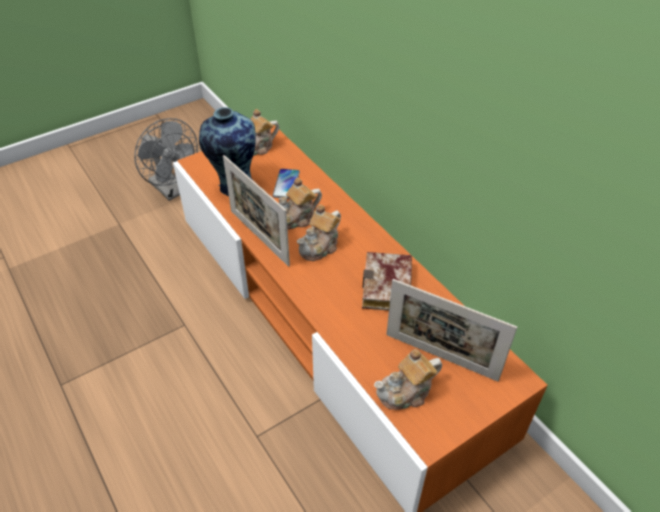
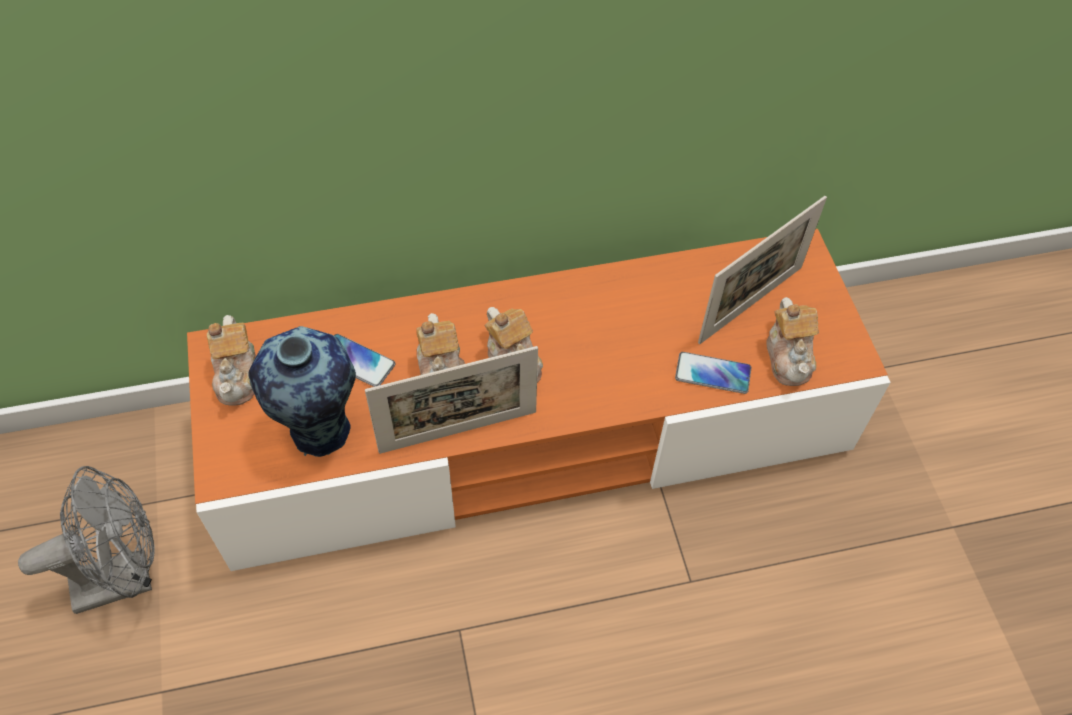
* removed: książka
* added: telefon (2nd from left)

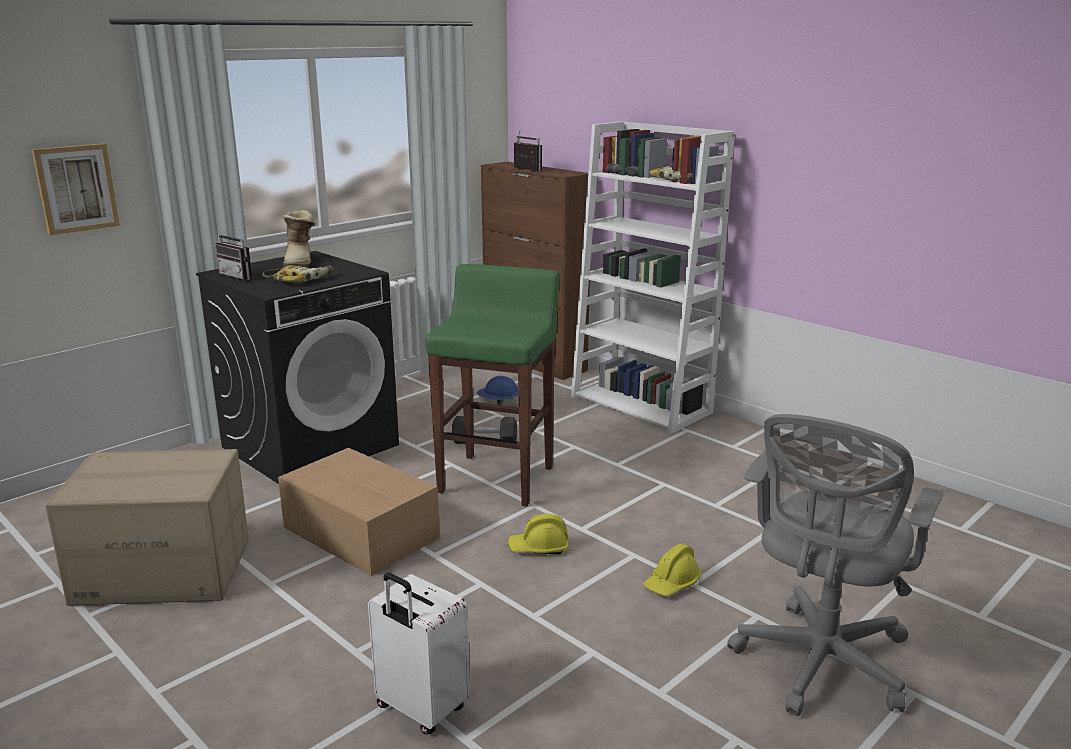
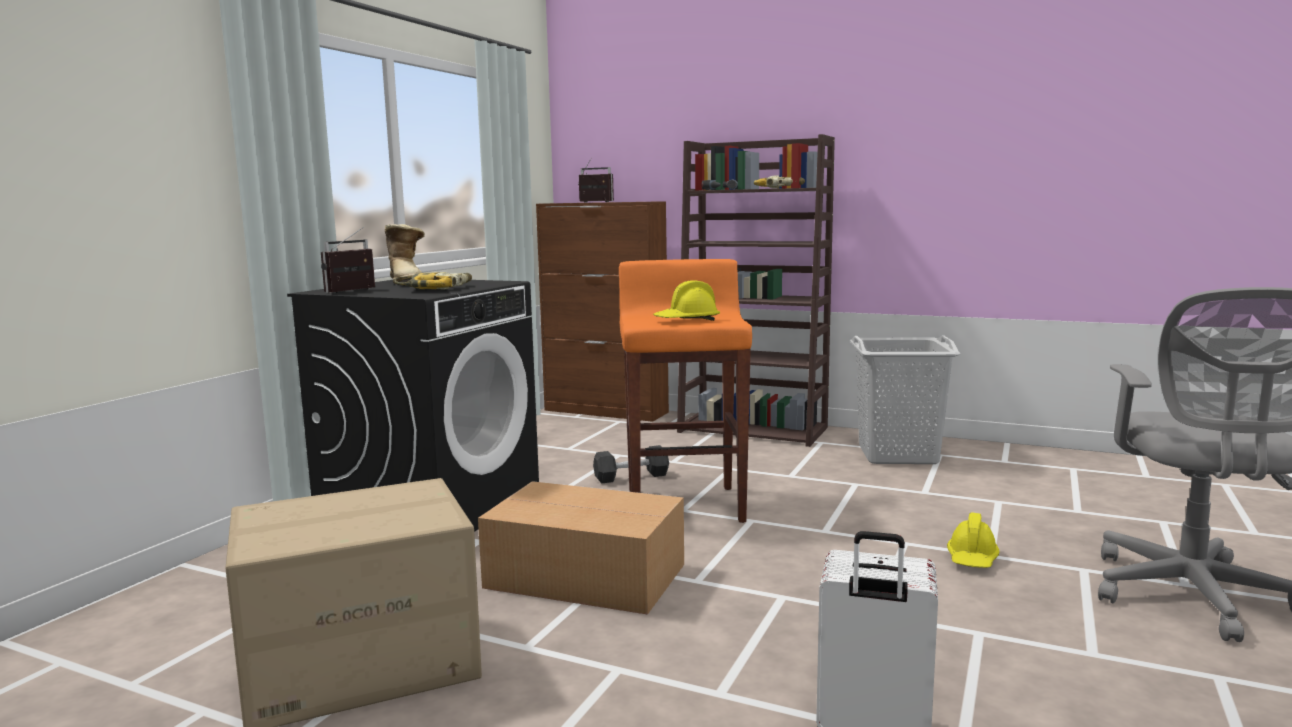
* removed: obraz
* removed: kask [niebieski]
* added: kosz na pranie [szary]
* moved: kask [żółty] (1st from left)
* recoloured: stołek [zielony] to stołek [pomarańczowy]
* recoloured: regał [biały] to regał [brązowy]
* turned: radio (1st from left) 105 degrees clockwise

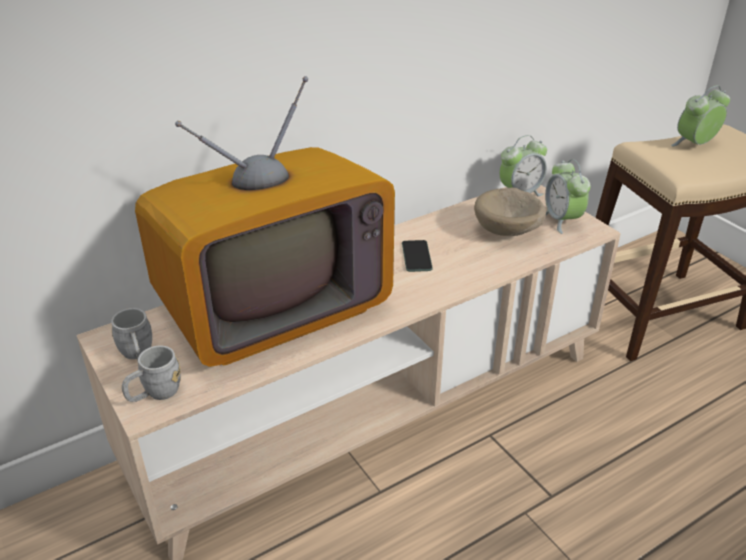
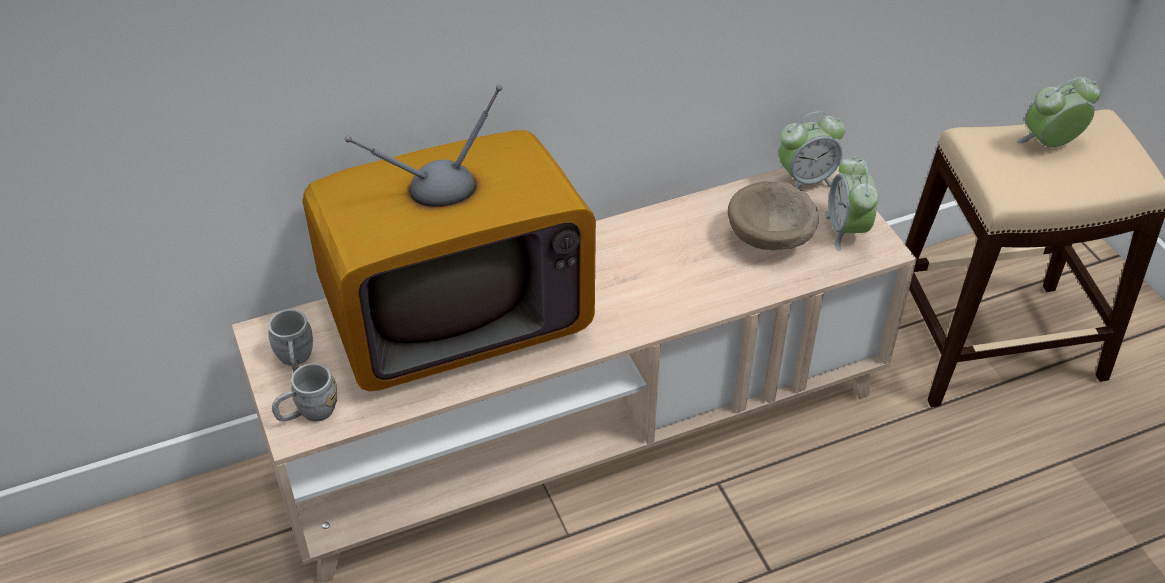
* removed: telefon

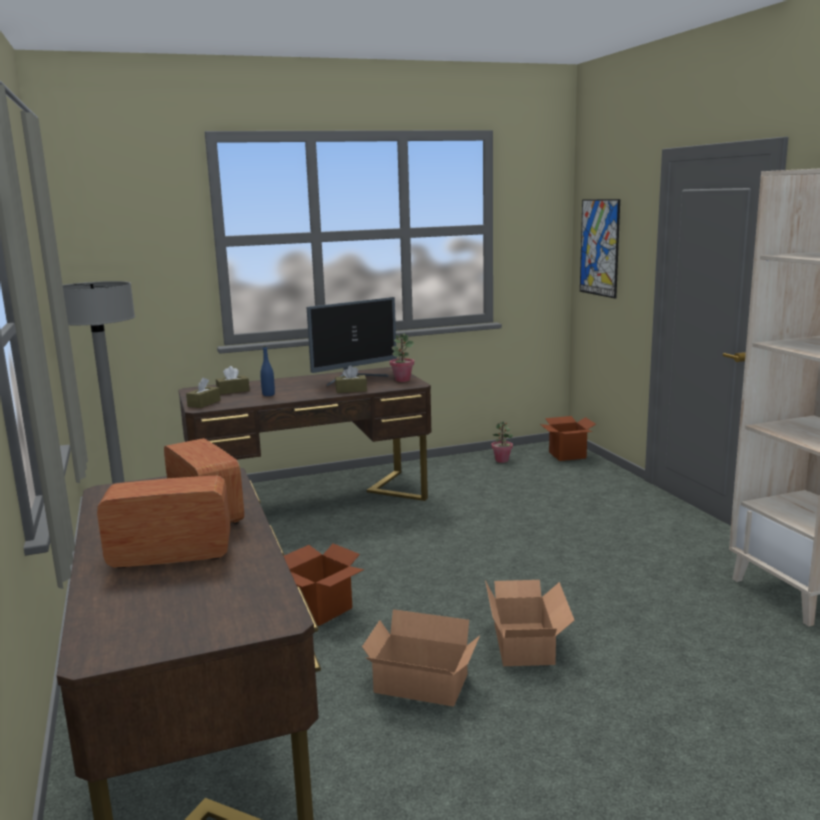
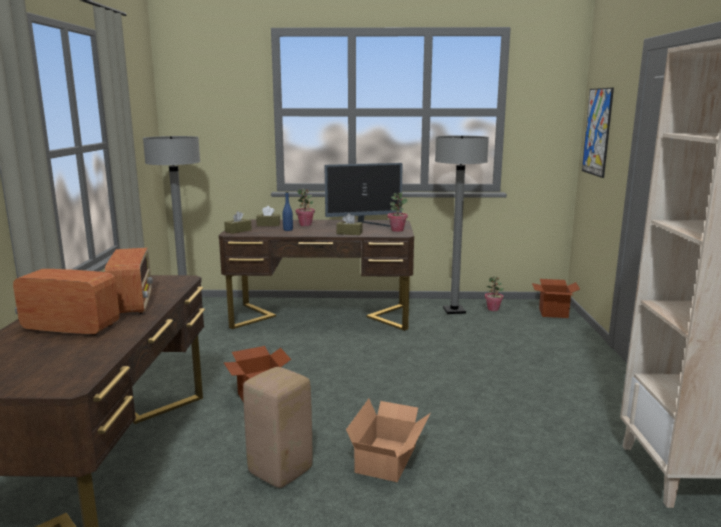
* added: roślina doniczkowa (1st from left)
* added: lampa stojąca [szary] (2nd from left)
* replaced: karton (2nd from left) to stołek [beżowy]

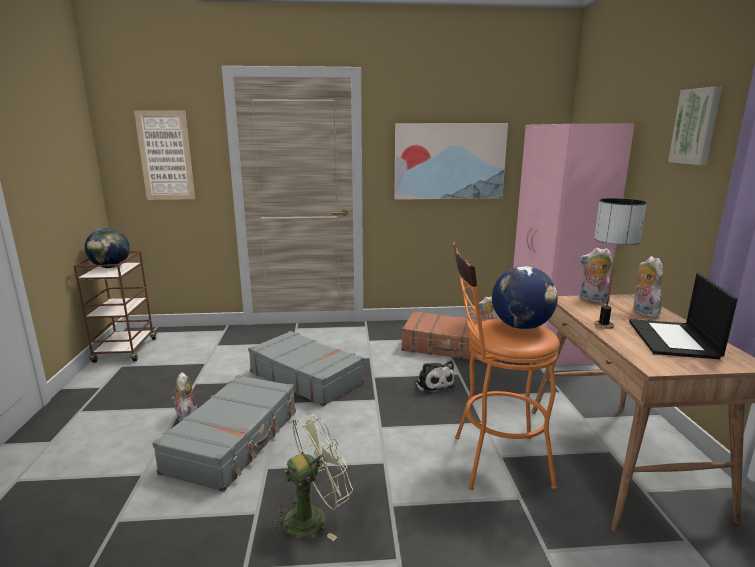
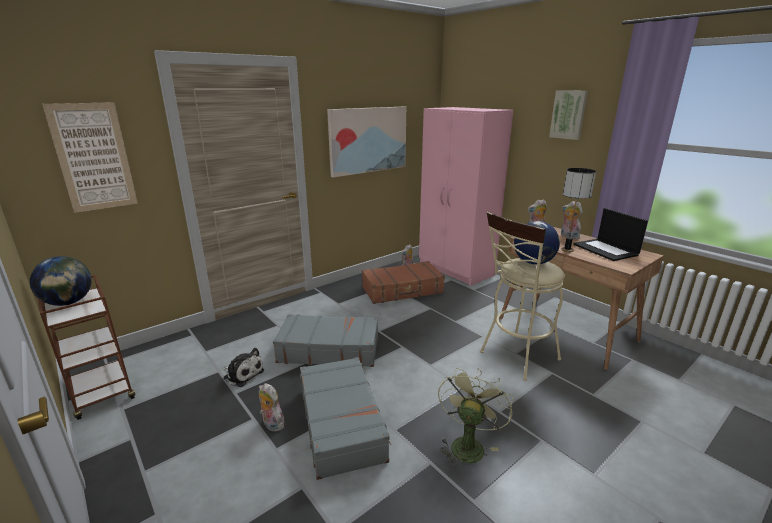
* moved: pluszak (2nd from left in the first image) to pluszak (1st from left)
* recoloured: stołek [pomarańczowy] to stołek [beżowy]

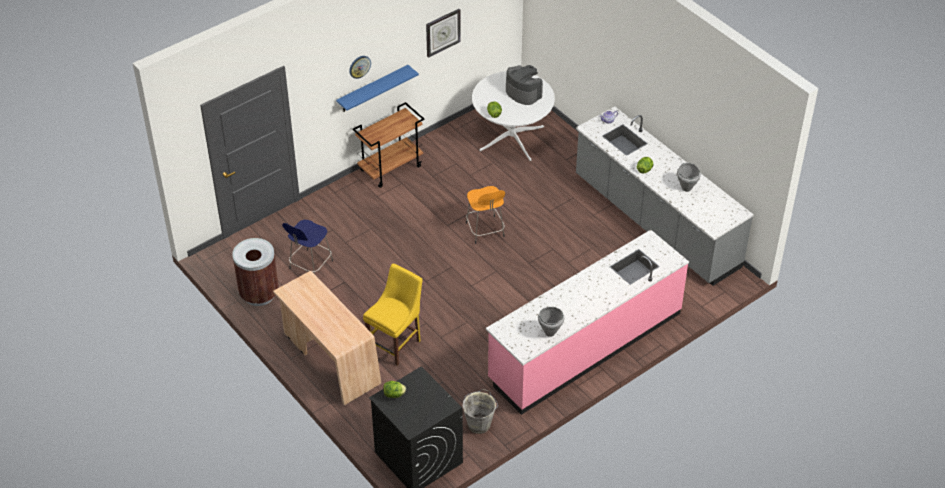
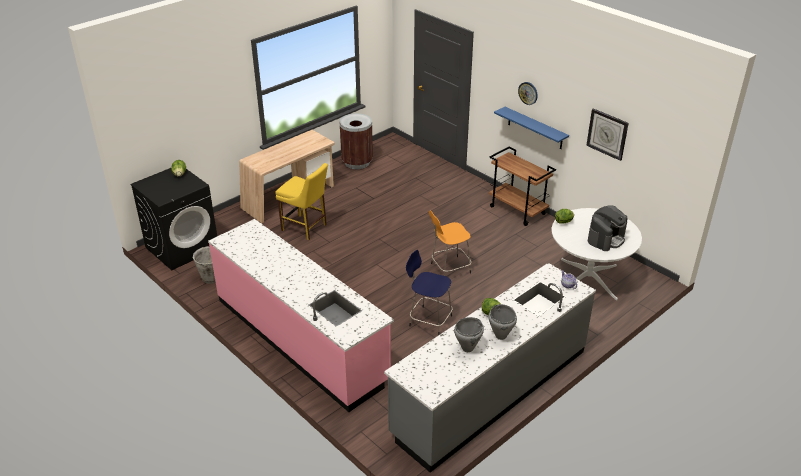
* moved: stołek [niebieski]
* moved: garnek [szary] (1st from left in the first image) to garnek [szary] (2nd from left)

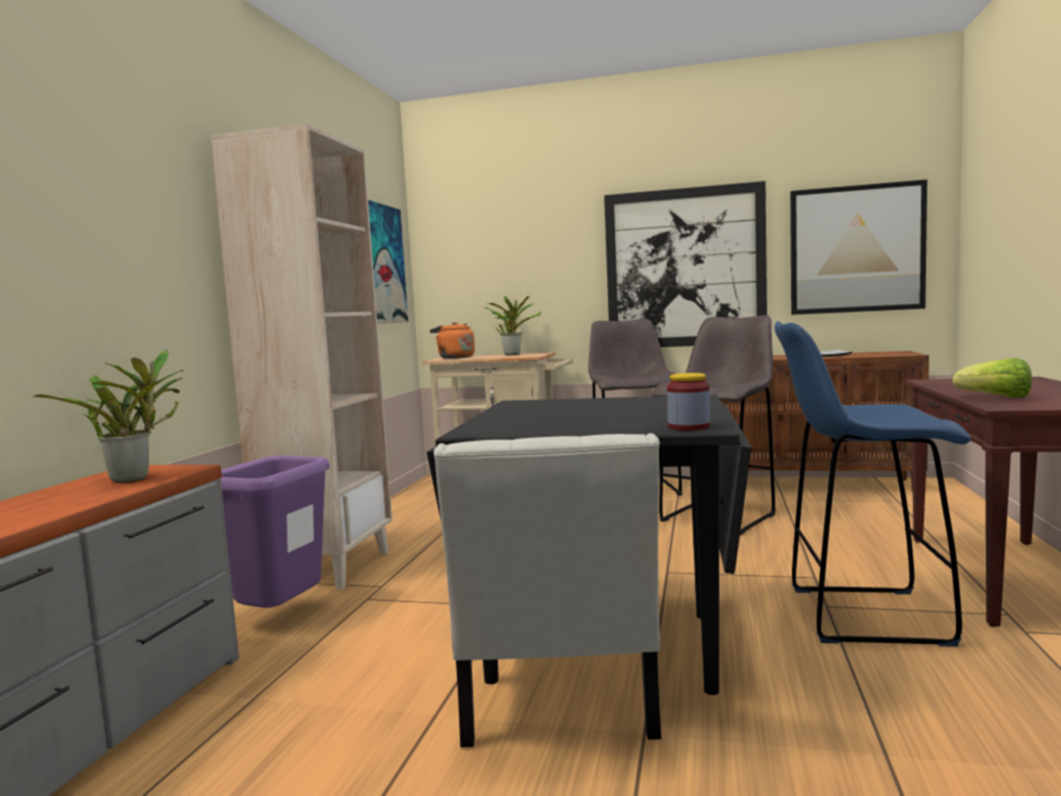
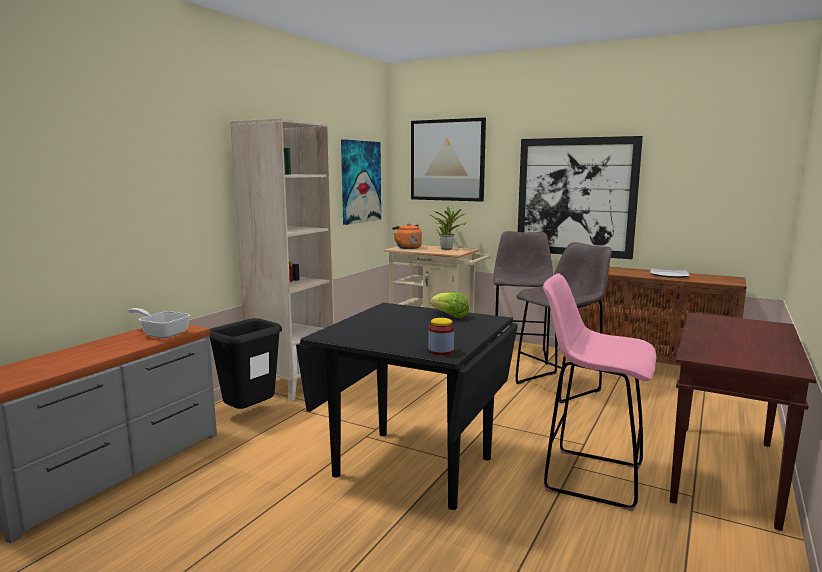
* removed: krzesło [biały]
* moved: obraz (3rd from left in the first image) to obraz (2nd from left)
* moved: sałata
* replaced: roślina doniczkowa (1st from left) to patelnia
* recoloured: kosz na śmieci [fioletowy] to kosz na śmieci [czarny]
* recoloured: stołek [niebieski] to stołek [różowy]

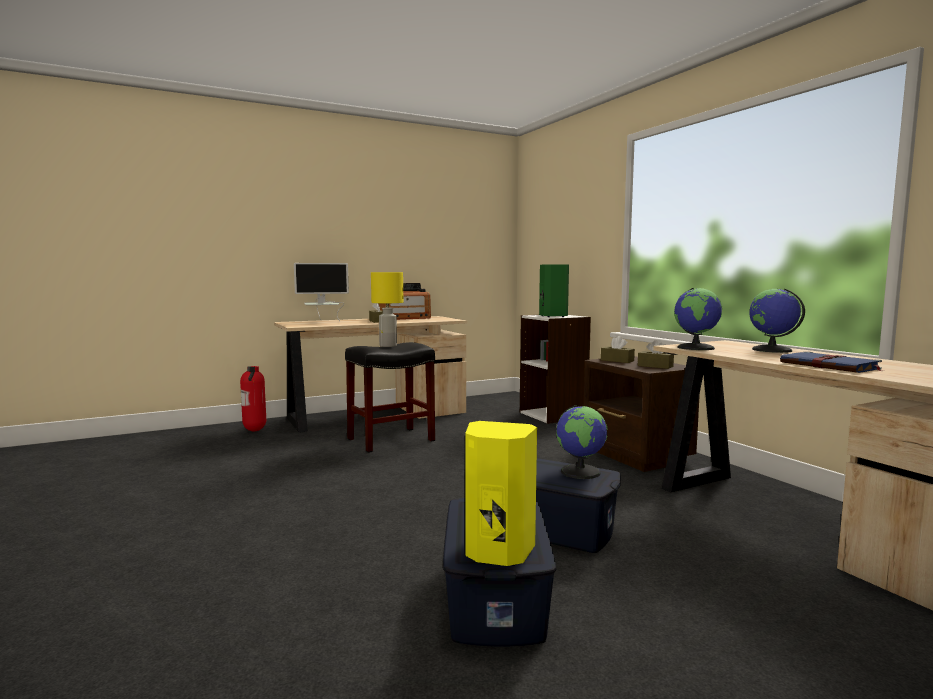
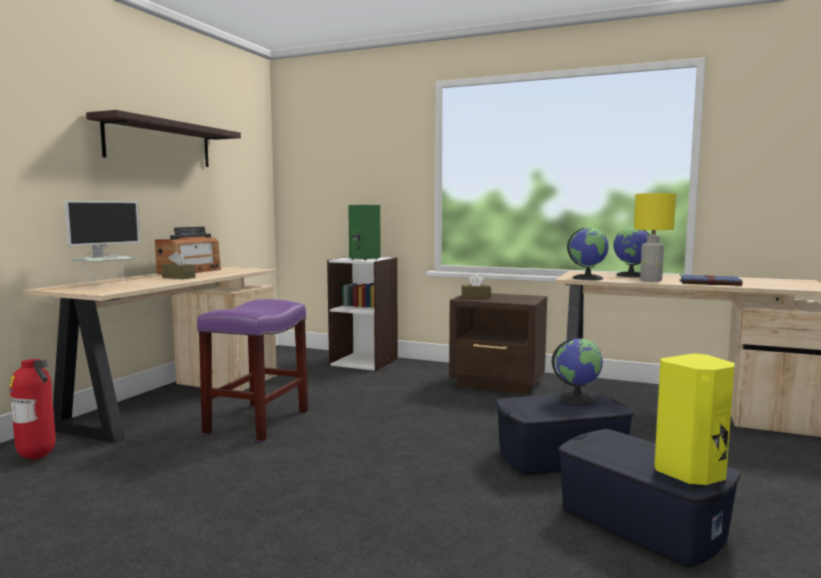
* removed: pudełko chusteczek [brązowy] (3rd from left)
* added: półka
* moved: lampa stołowa [żółty]
* recoloured: stołek [czarny] to stołek [fioletowy]

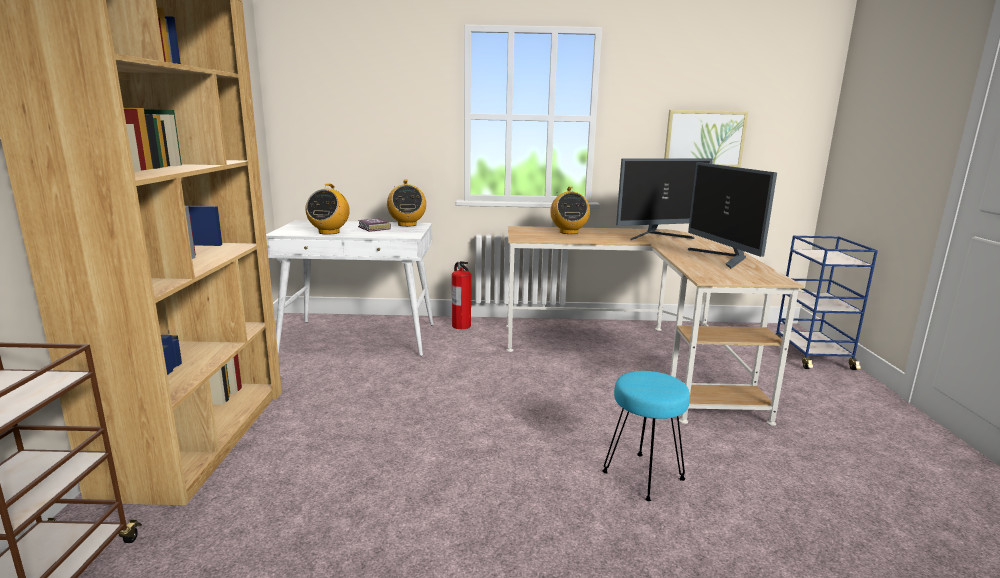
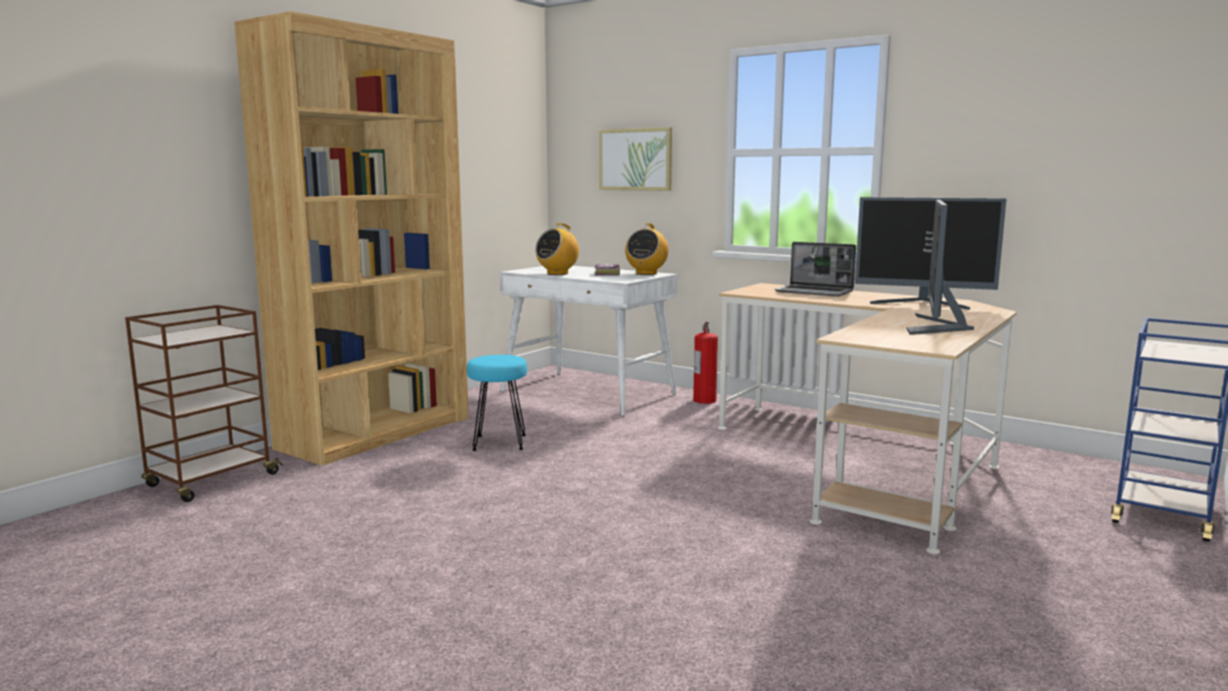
* moved: stołek [turkusowy]
* moved: obraz
* replaced: radio (3rd from left) to laptop

